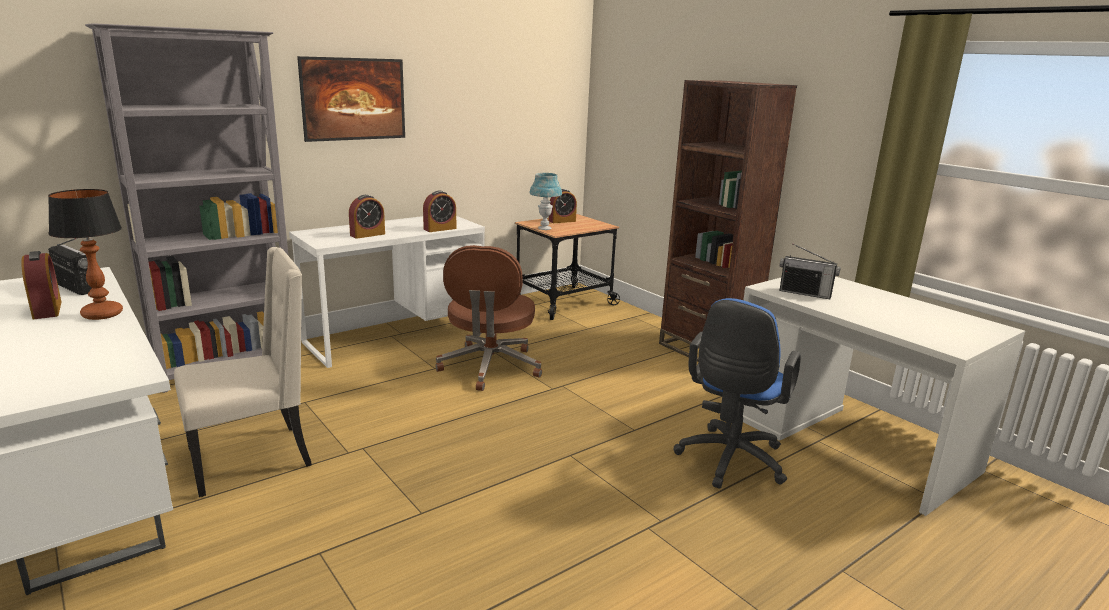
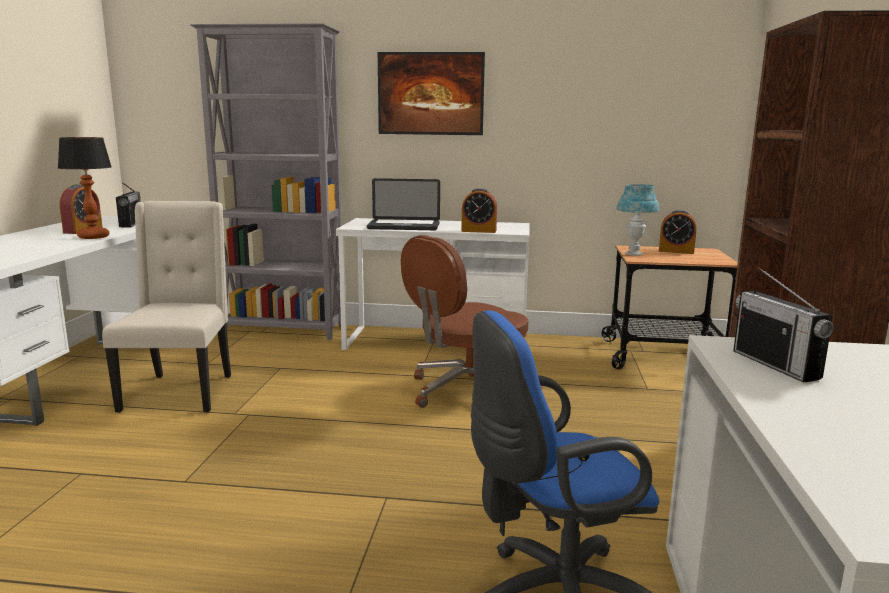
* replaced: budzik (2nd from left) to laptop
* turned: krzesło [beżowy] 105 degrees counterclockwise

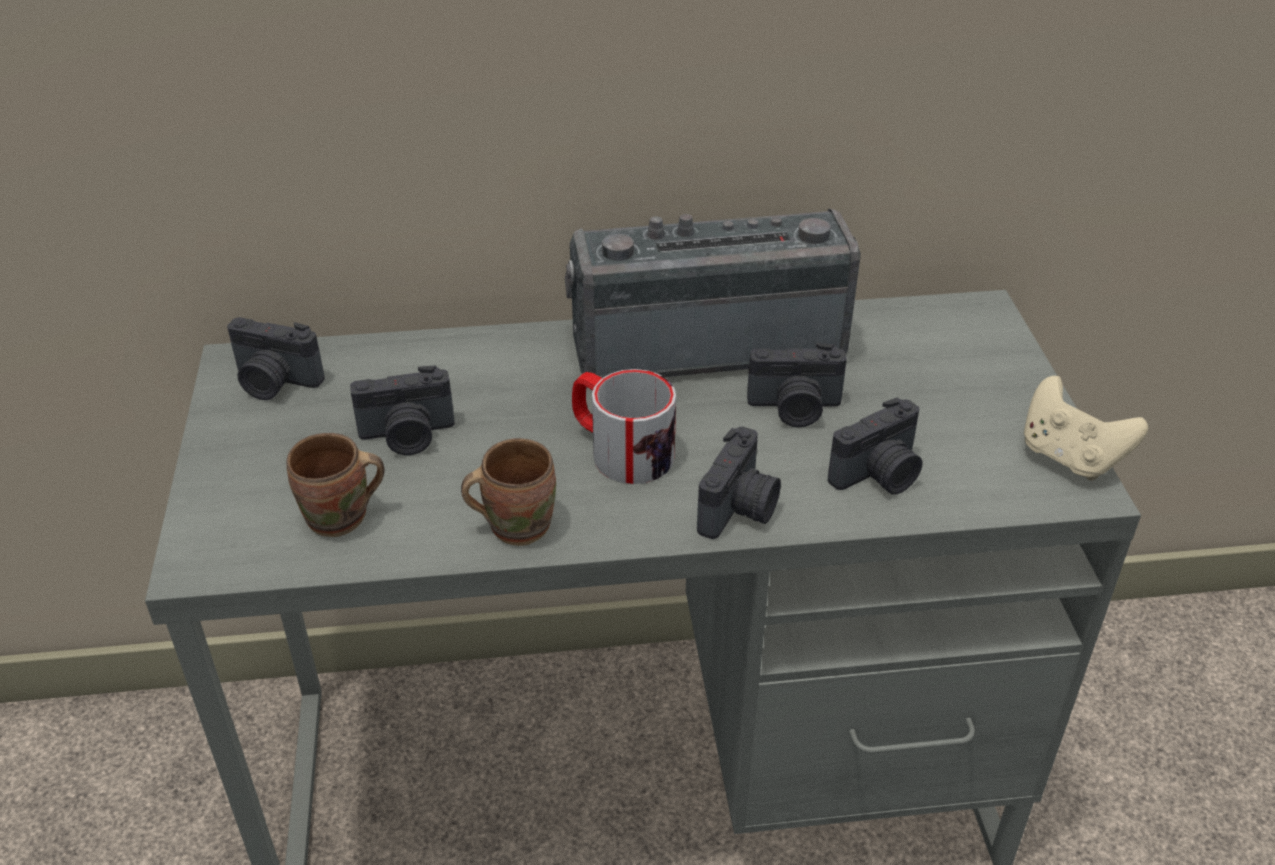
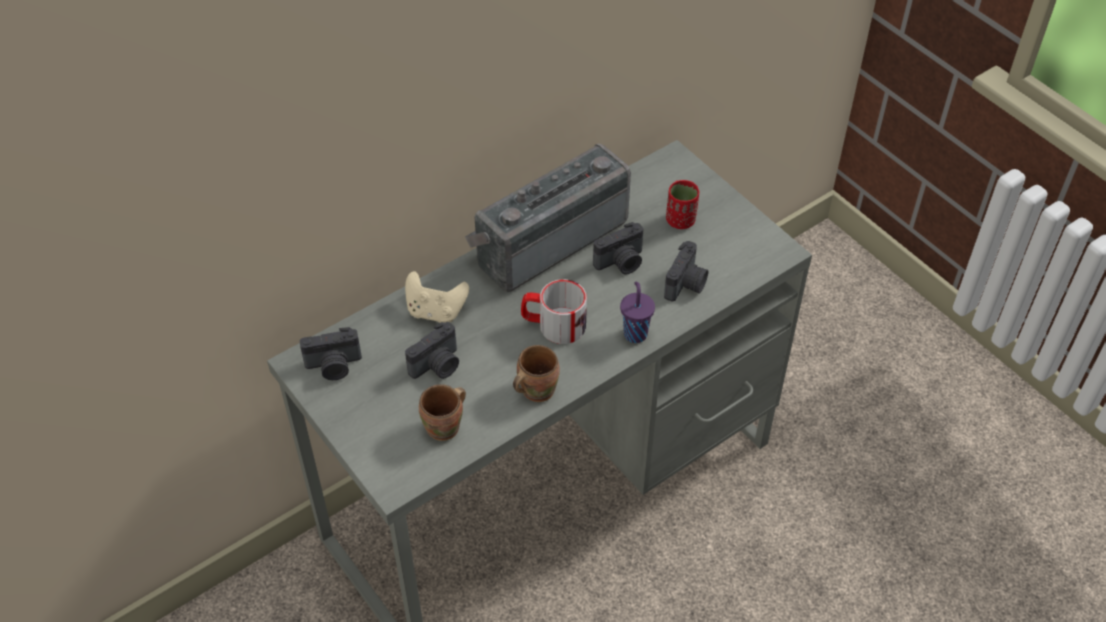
* added: filiżanka [czerwony]
* moved: pad do gier [beżowy]
* replaced: aparat fotograficzny (3rd from left) to filiżanka [fioletowy]

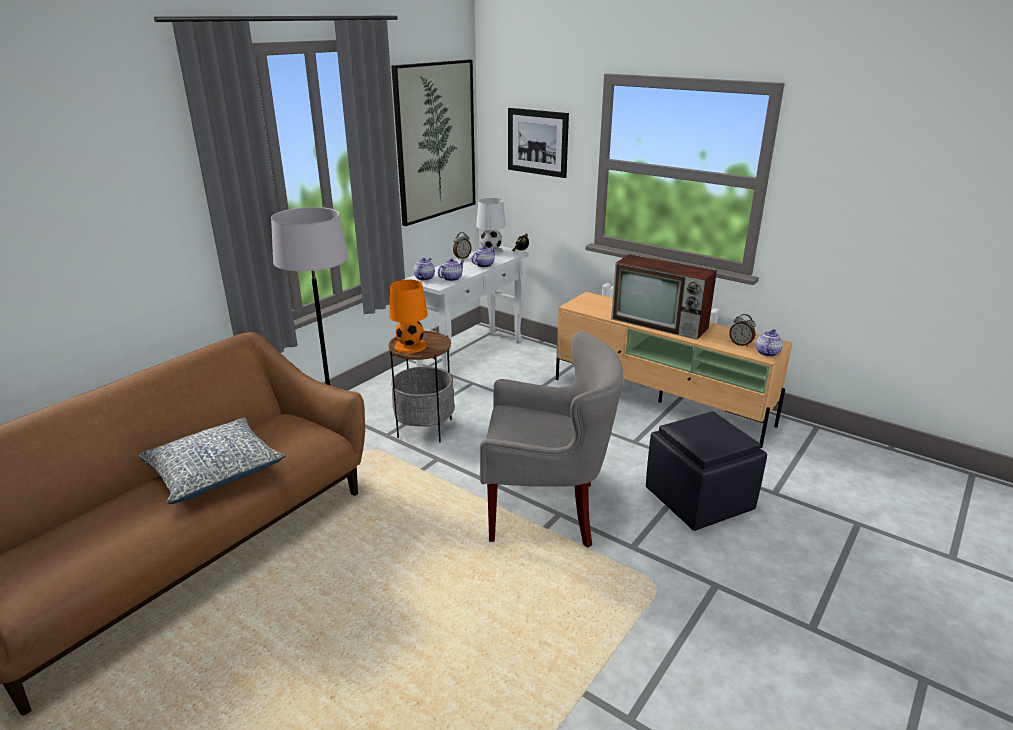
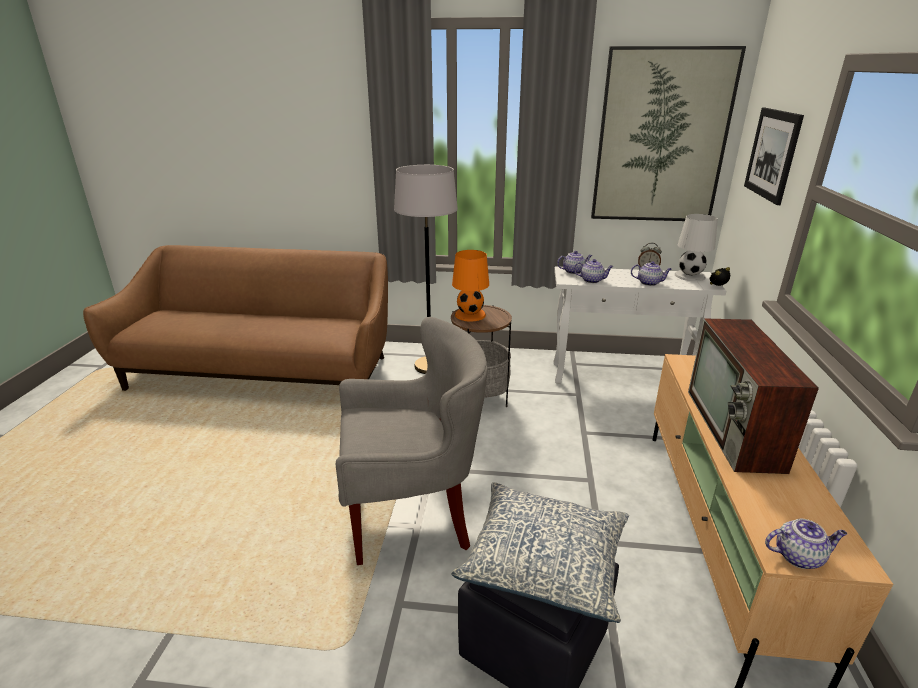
* removed: budzik (3rd from left)
* moved: poduszka
* turned: fotel [szary] 75 degrees counterclockwise

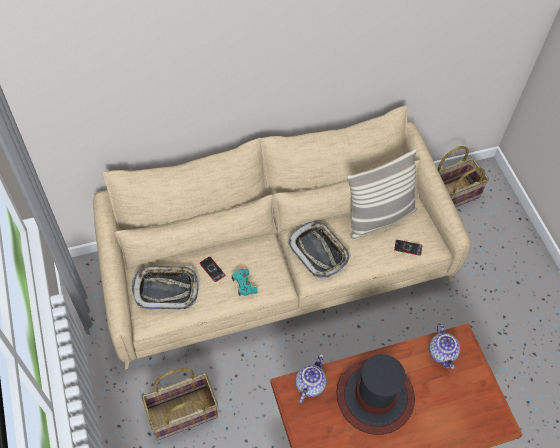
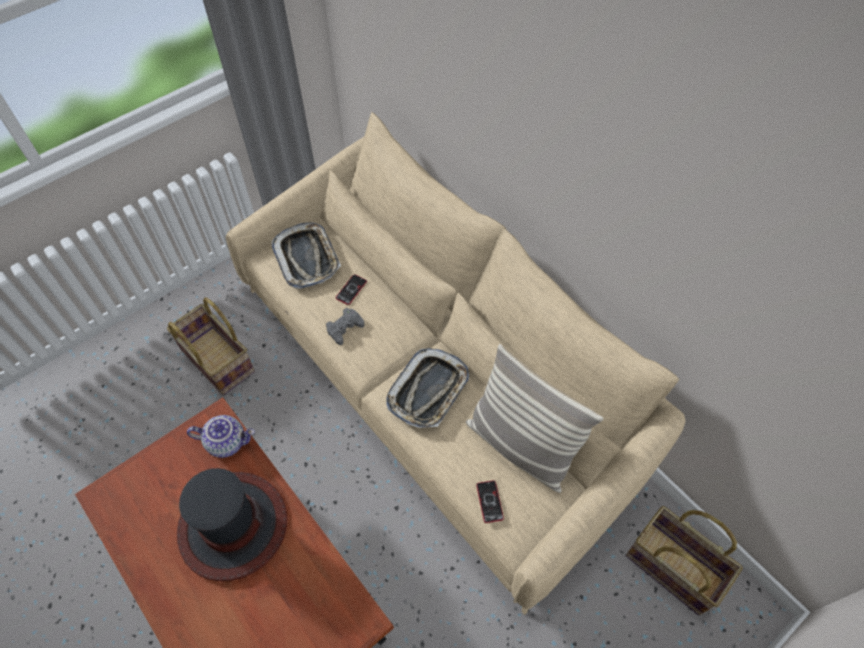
* removed: imbryk (2nd from left)
* recoloured: pad do gier [turkusowy] to pad do gier [szary]

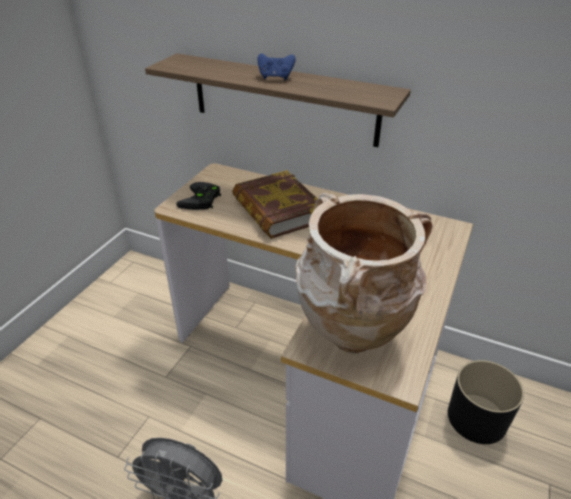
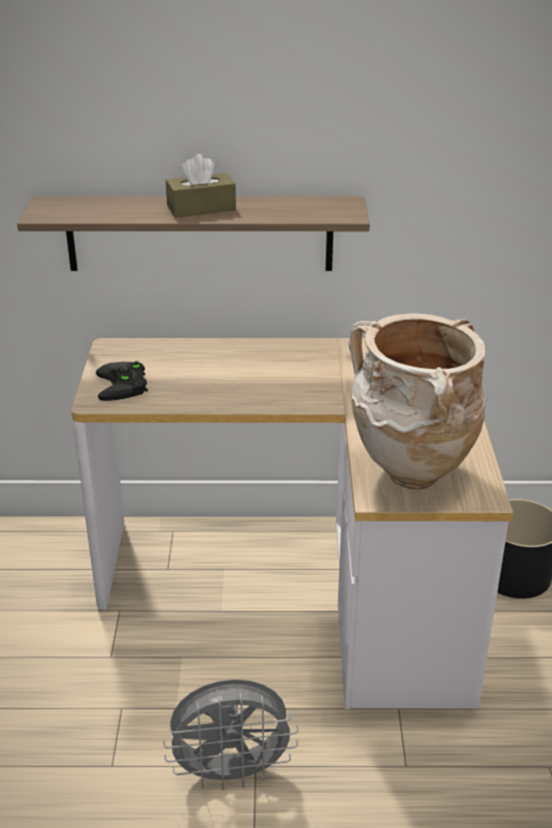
* removed: książka
* replaced: pad do gier [niebieski] to pudełko chusteczek [brązowy]

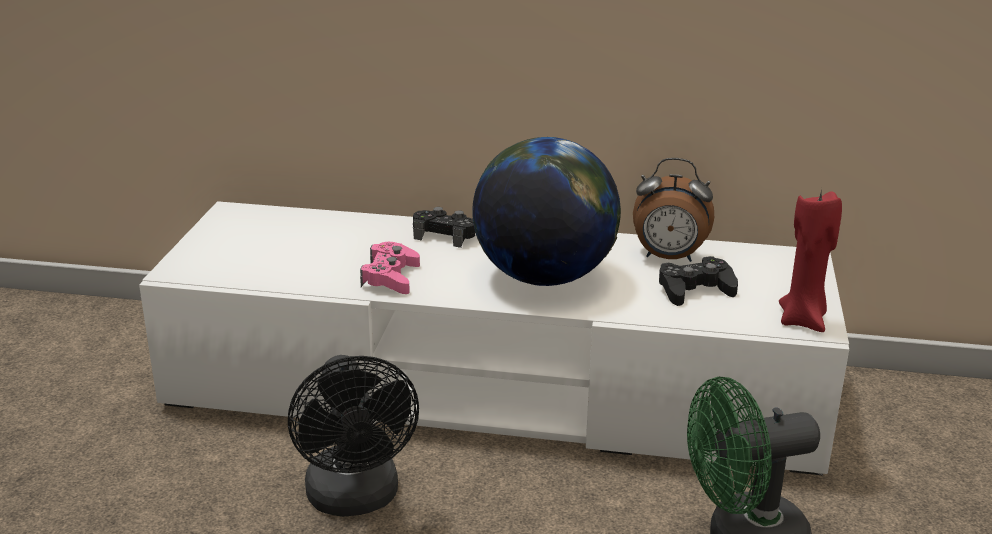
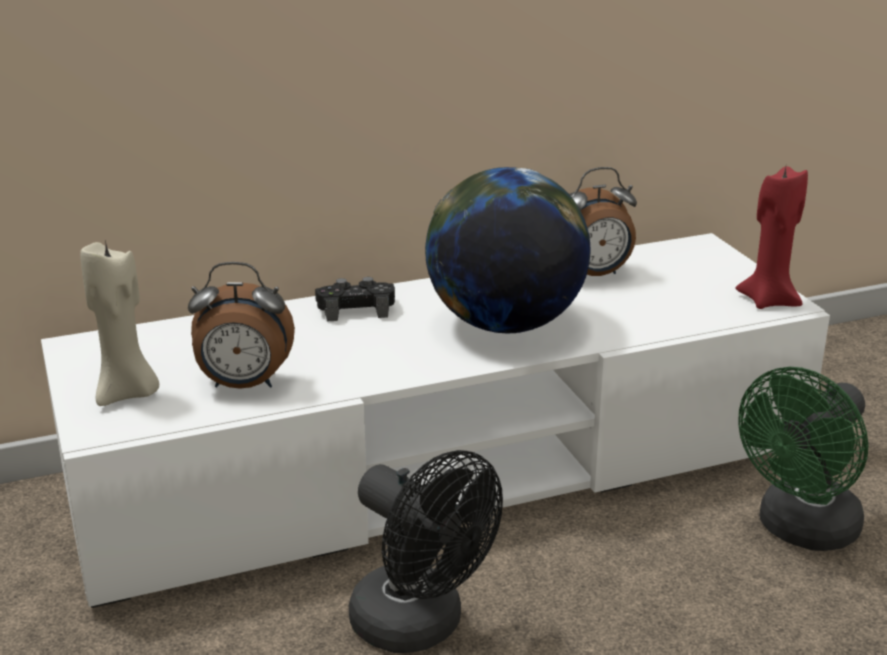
* removed: pad do gier [różowy]
* removed: pad do gier [czarny] (2nd from left)
* added: świeca [beżowy]
* added: budzik (1st from left)

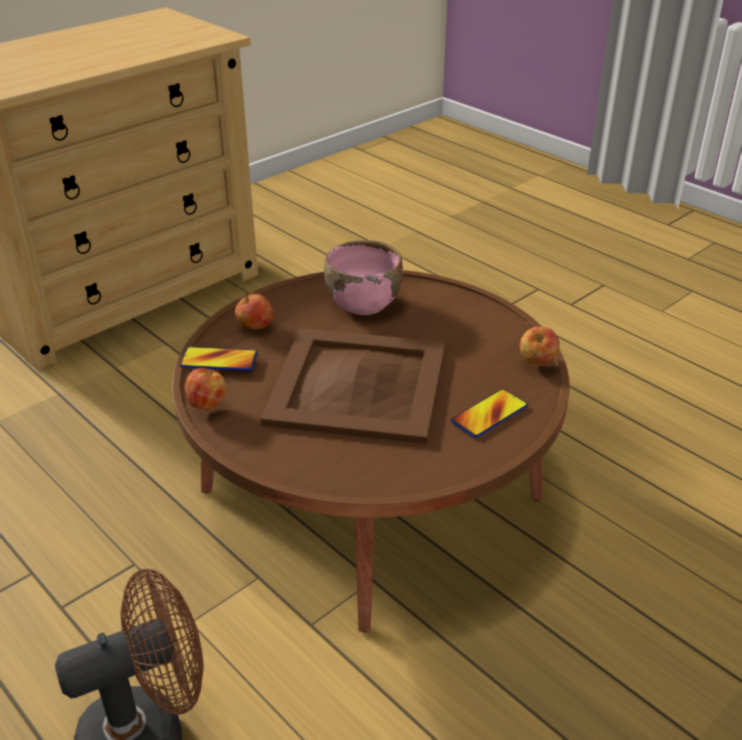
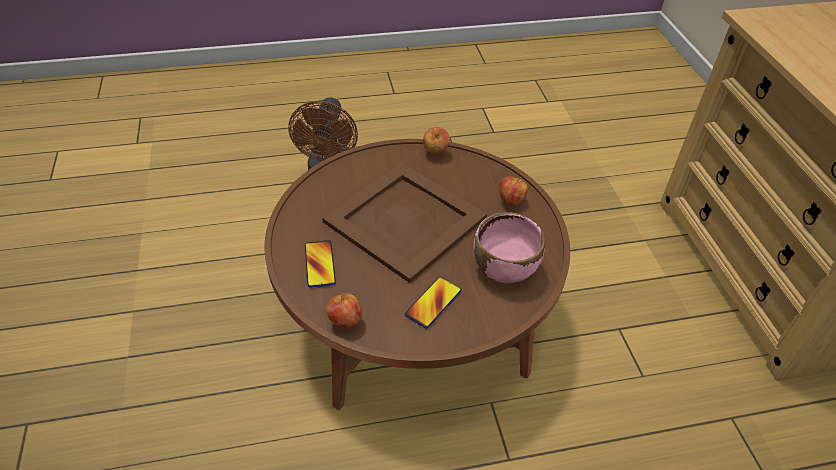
* moved: telefon (1st from left in the first image) to telefon (2nd from left)

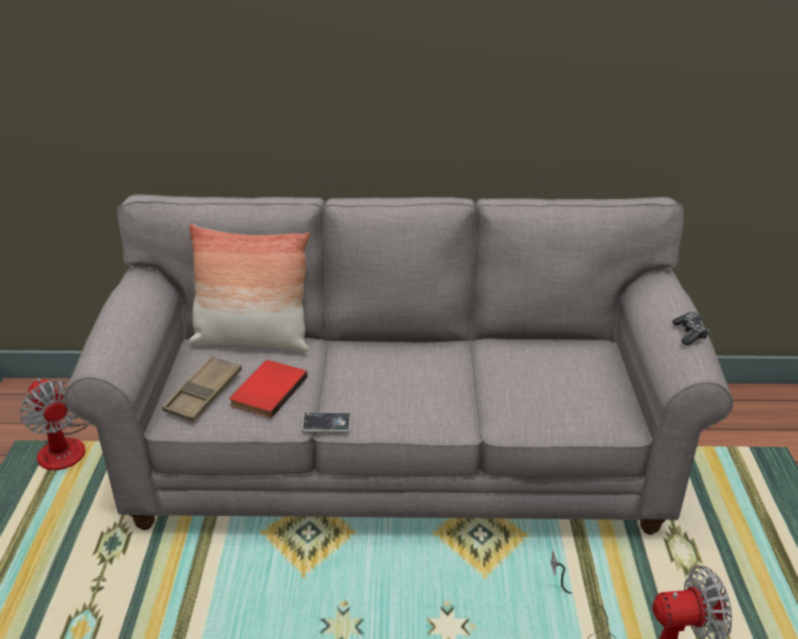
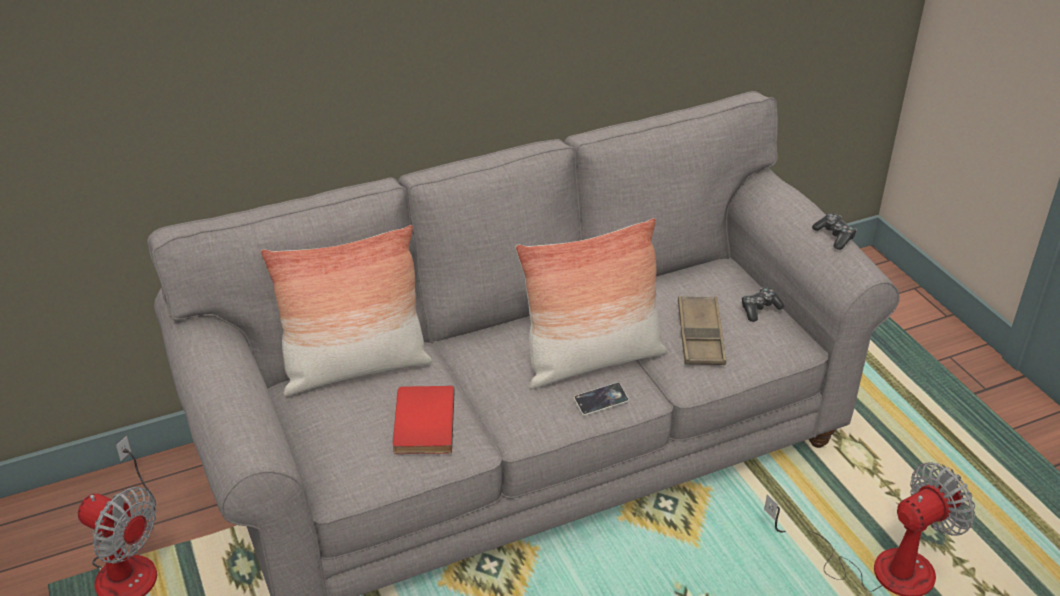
* added: poduszka (2nd from left)
* added: pad do gier (1st from left)
* moved: taca [brązowy]
* moved: telefon

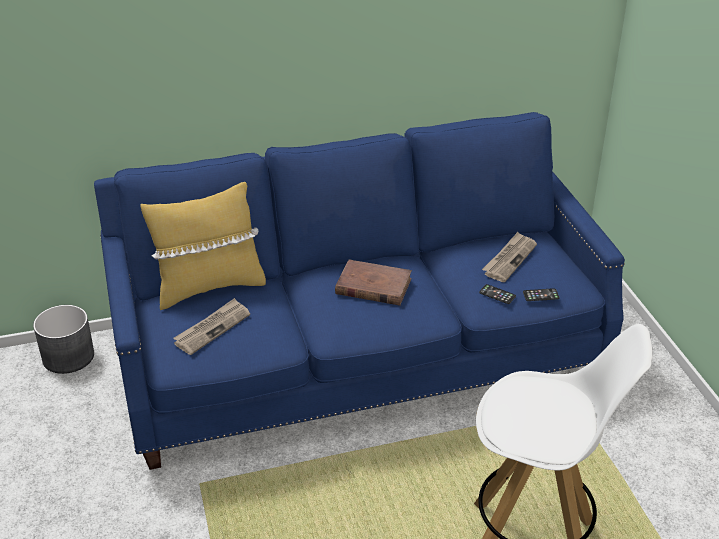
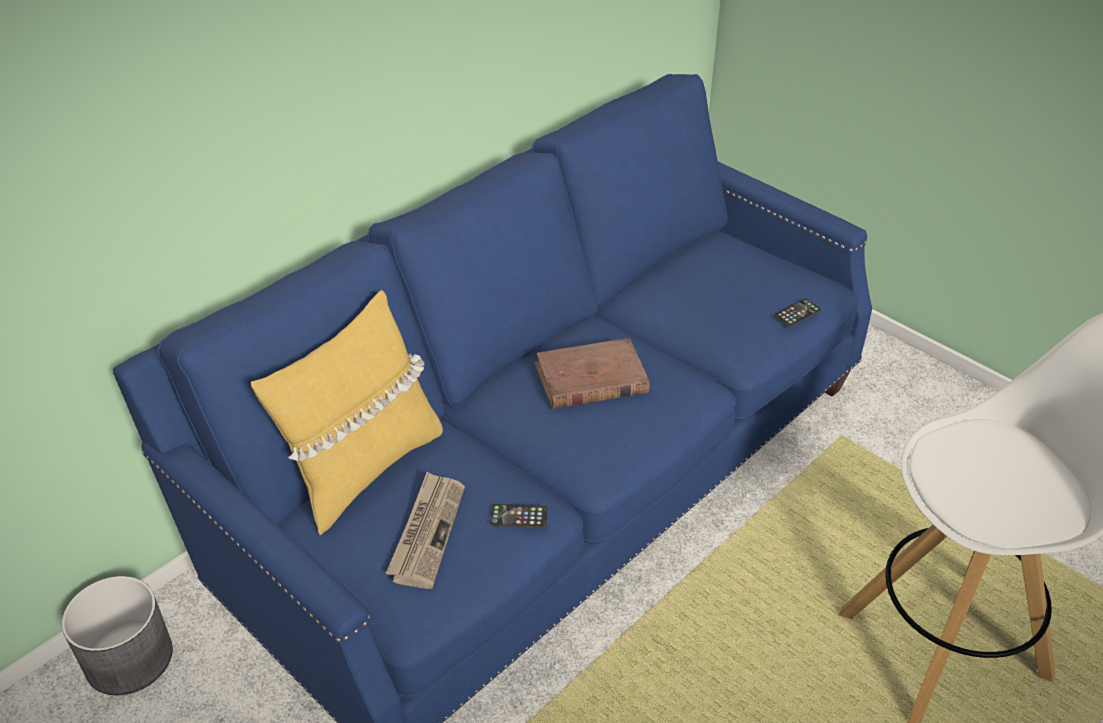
* removed: gazeta (2nd from left)
* moved: telefon (1st from left)

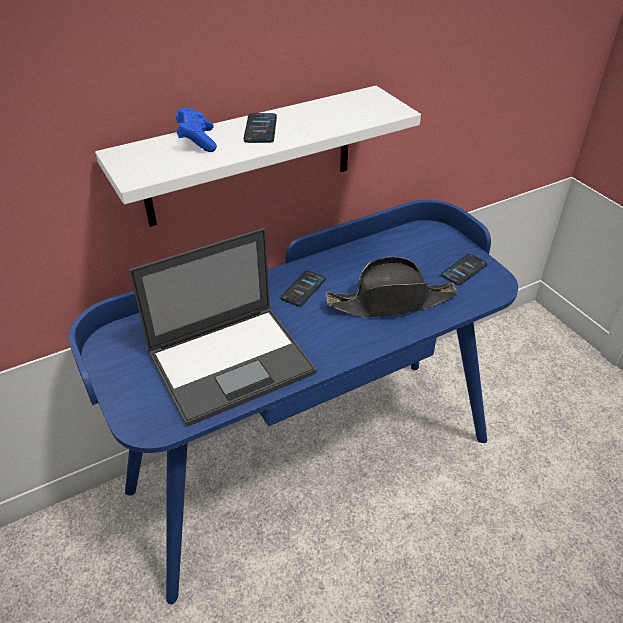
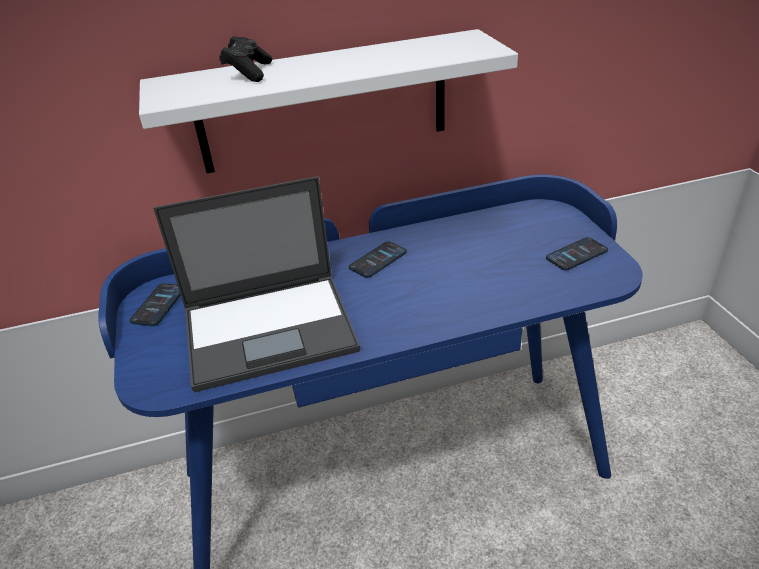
* removed: kapelusz [czarny]
* moved: telefon (1st from left)
* recoloured: pad do gier [niebieski] to pad do gier [czarny]

